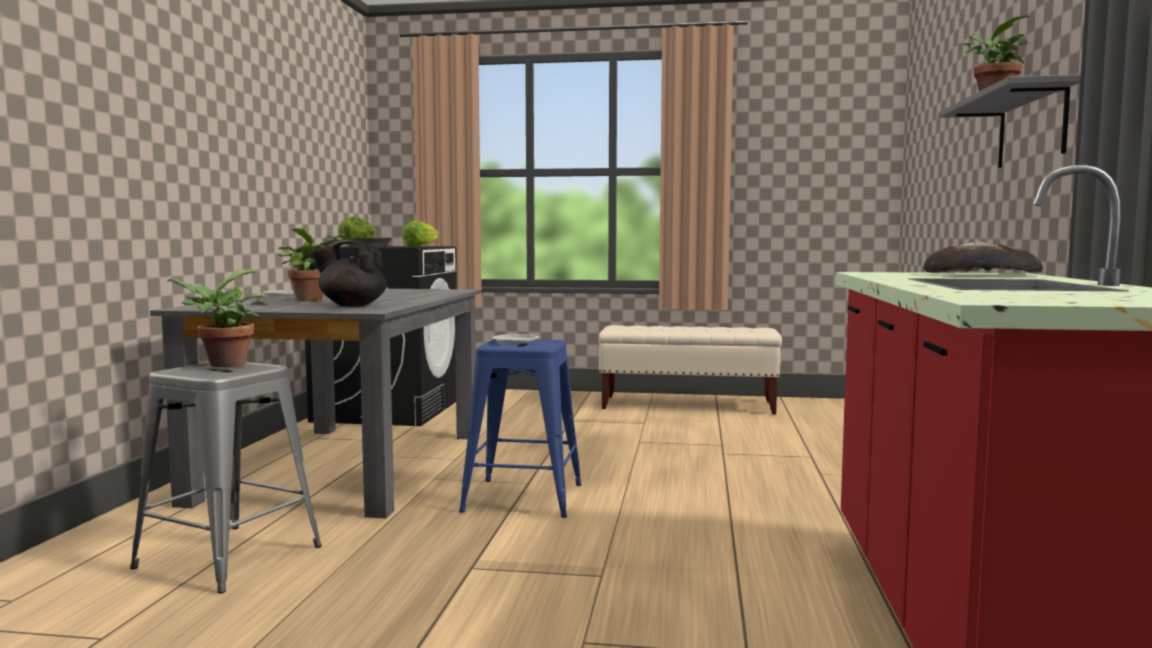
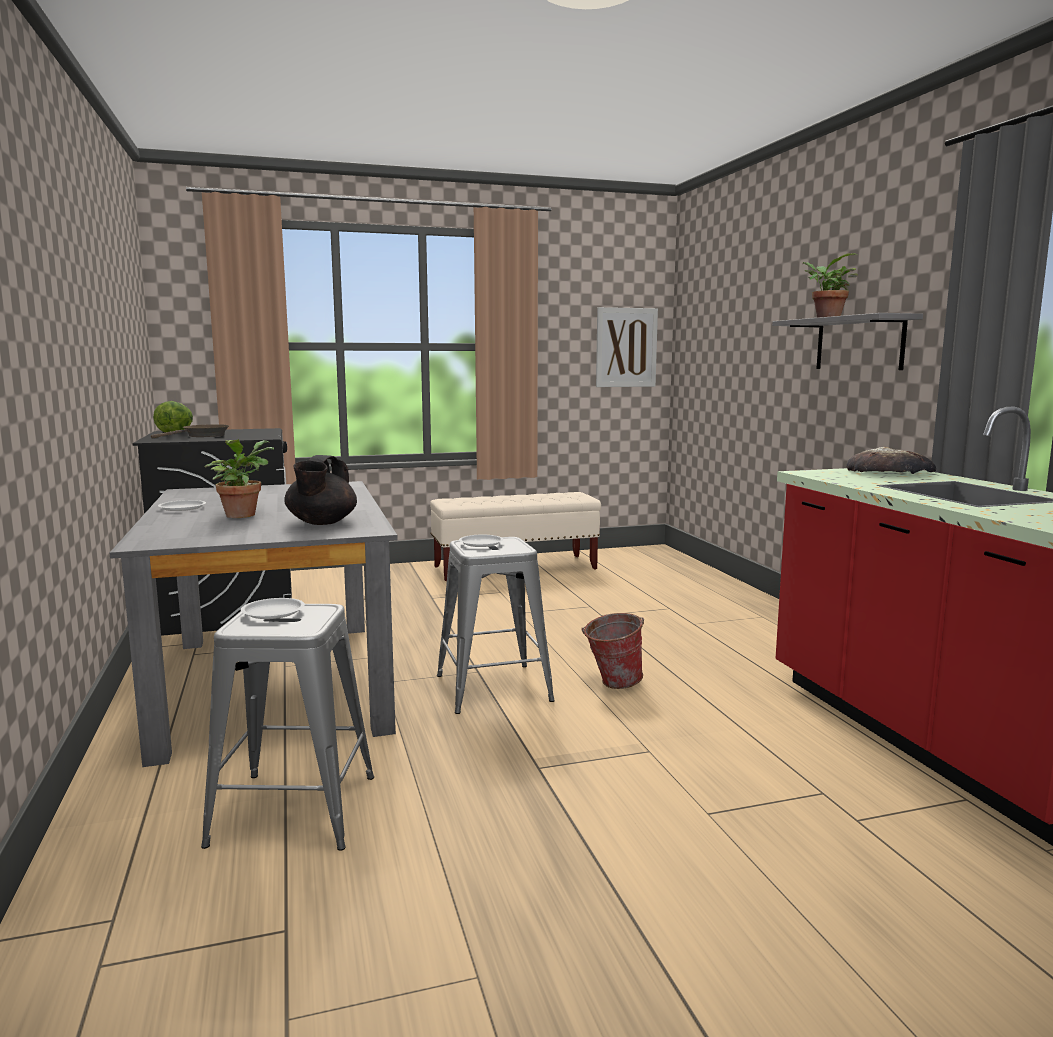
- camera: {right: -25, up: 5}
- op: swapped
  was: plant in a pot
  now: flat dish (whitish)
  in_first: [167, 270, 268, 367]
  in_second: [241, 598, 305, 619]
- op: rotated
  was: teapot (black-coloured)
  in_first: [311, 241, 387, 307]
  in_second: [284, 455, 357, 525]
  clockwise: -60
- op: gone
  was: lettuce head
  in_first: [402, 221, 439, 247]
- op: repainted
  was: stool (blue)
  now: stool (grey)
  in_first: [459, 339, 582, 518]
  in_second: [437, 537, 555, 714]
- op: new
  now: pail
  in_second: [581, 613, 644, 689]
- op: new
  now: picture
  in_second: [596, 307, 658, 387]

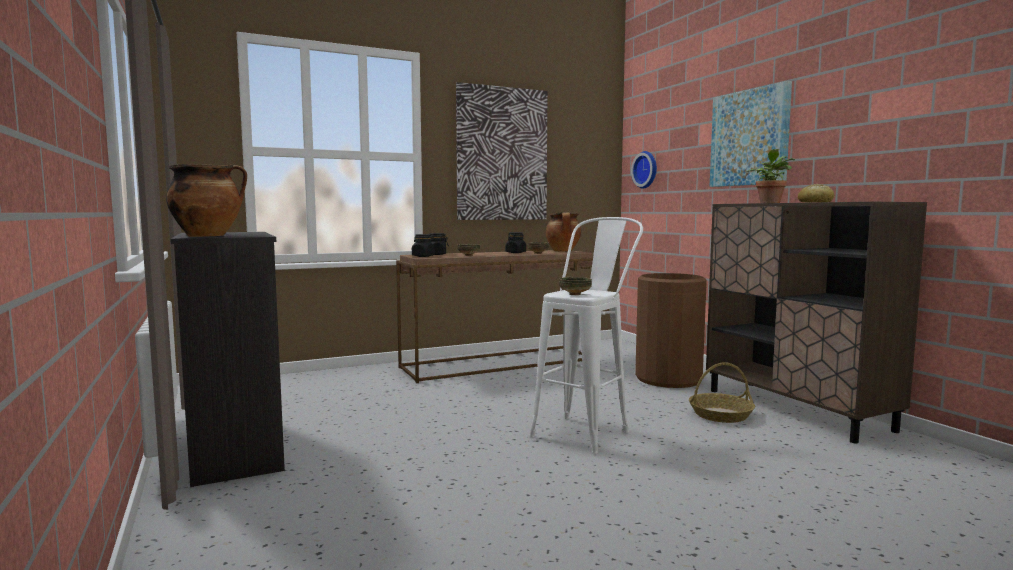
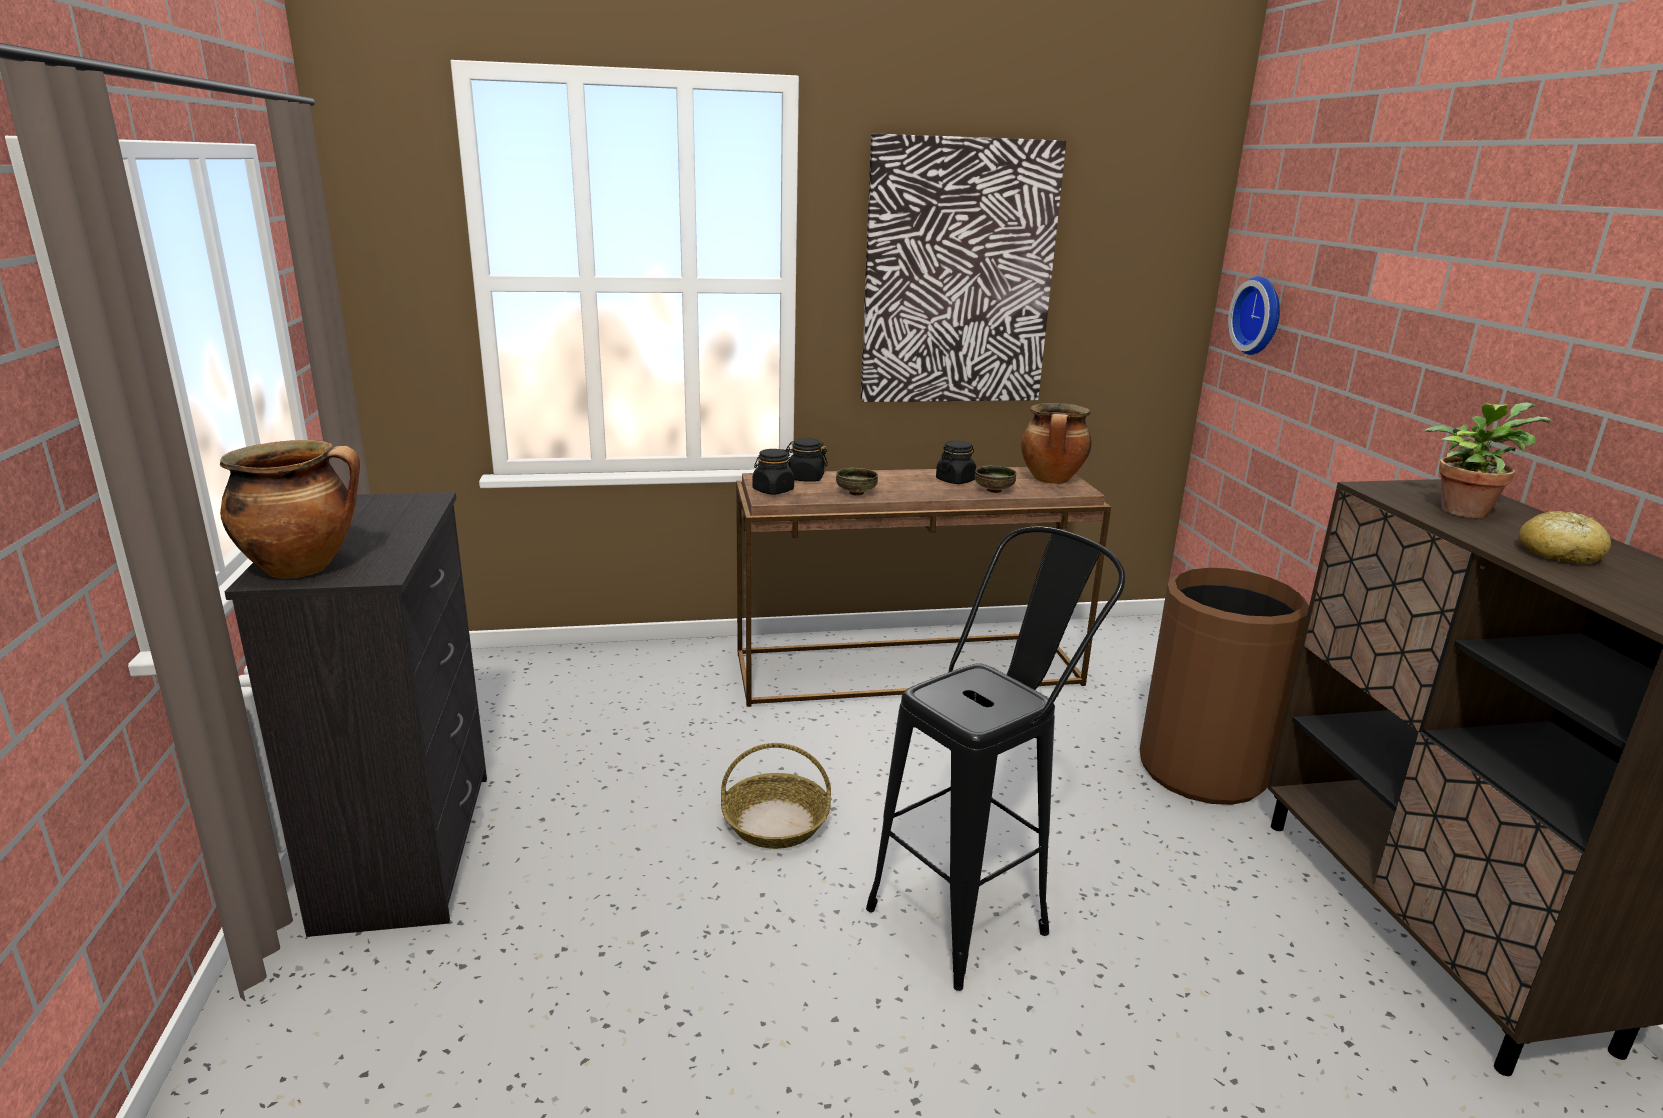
- camera: {right: 15, up: 15}
- op: repainted
  was: stool (whitish)
  now: stool (black-coloured)
  in_first: [530, 217, 643, 454]
  in_second: [866, 526, 1125, 991]
- op: gone
  was: bowl
  in_first: [559, 277, 592, 295]
- op: shifted
  was: household basket
  in_first: [689, 362, 755, 423]
  in_second: [721, 743, 831, 849]
- op: gone
  was: picture
  in_first: [710, 81, 792, 187]

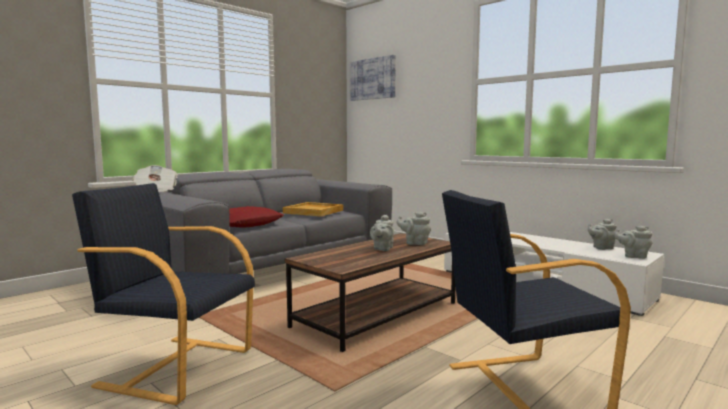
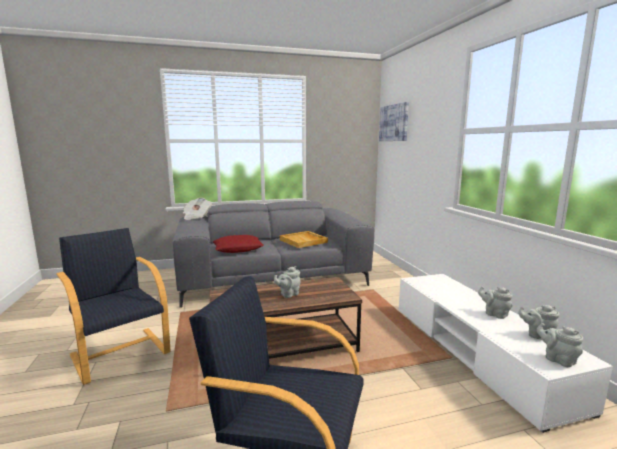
- camera: {right: 30, up: 5}
- op: shifted
  was: teapot (grey)
  in_first: [397, 212, 431, 245]
  in_second: [478, 287, 512, 319]

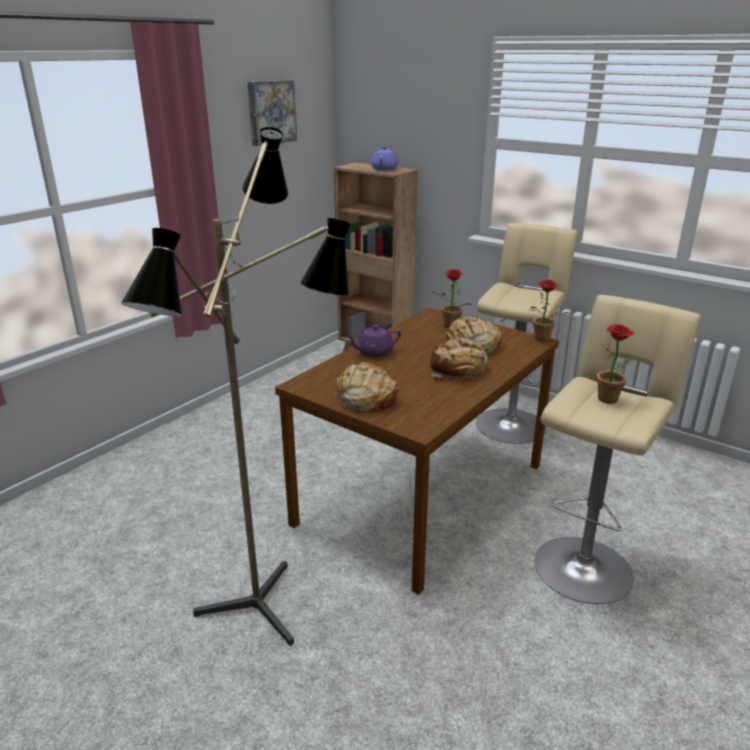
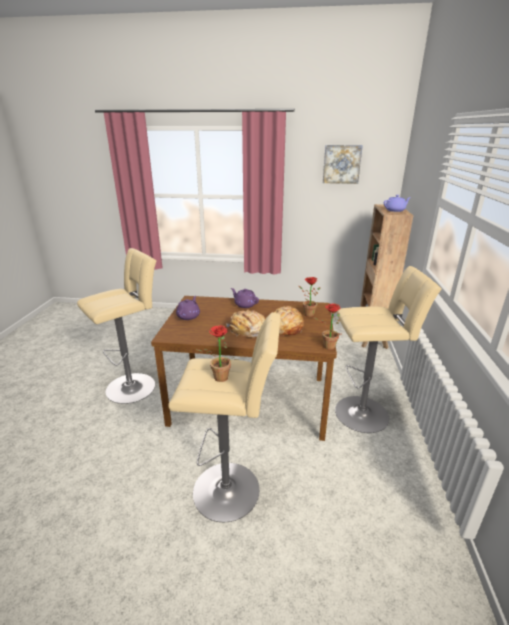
- camera: {right: 60, up: 0}
- op: swapped
  was: standard lamp
  now: stool (sand-coloured)
  in_first: [121, 127, 351, 646]
  in_second: [77, 248, 156, 404]
- op: swapped
  was: bakery bread
  now: teapot (purple-coloured)
  in_first: [335, 362, 399, 413]
  in_second: [176, 296, 200, 320]

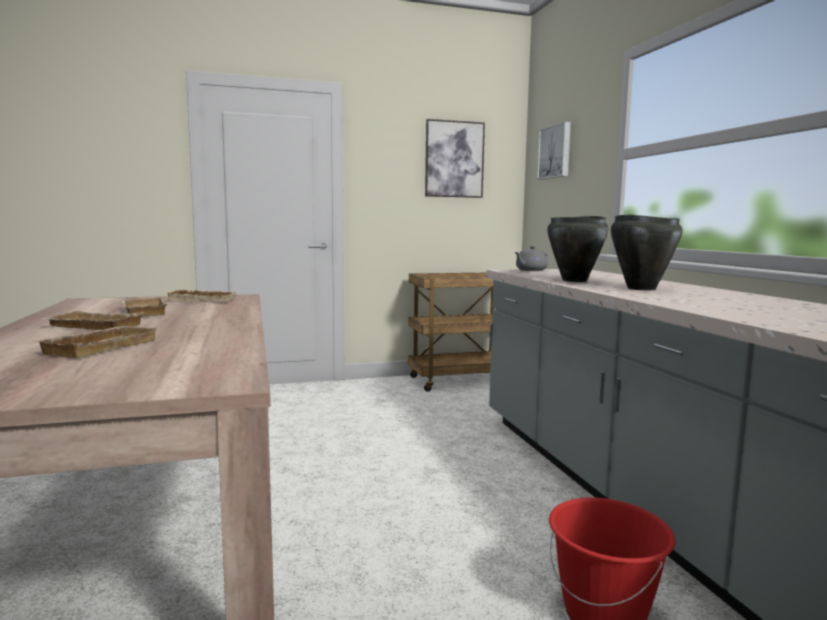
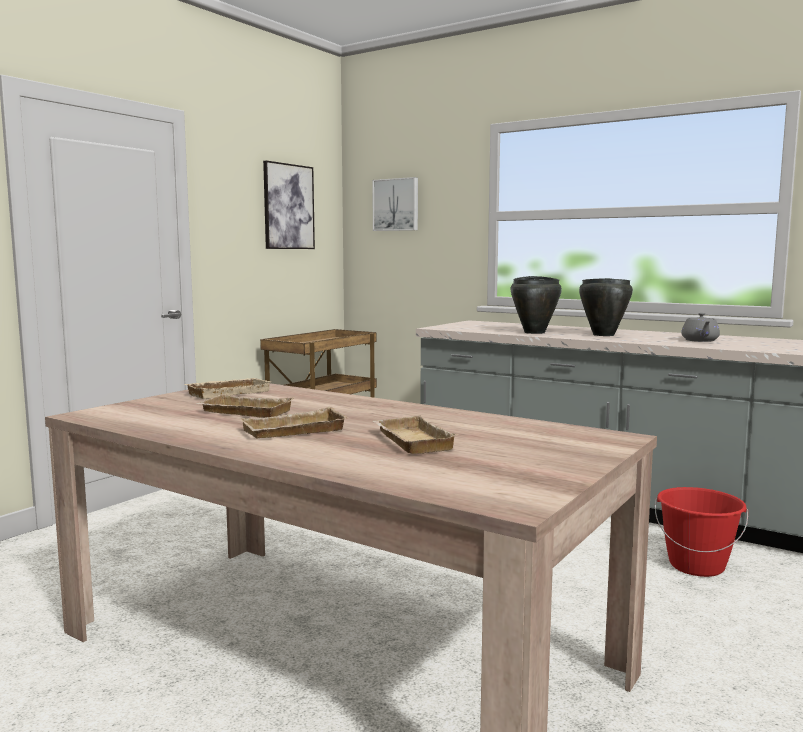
- camera: {right: -40, up: 0}
- op: shifted
  was: teapot (grey)
  in_first: [515, 246, 548, 271]
  in_second: [681, 313, 720, 342]

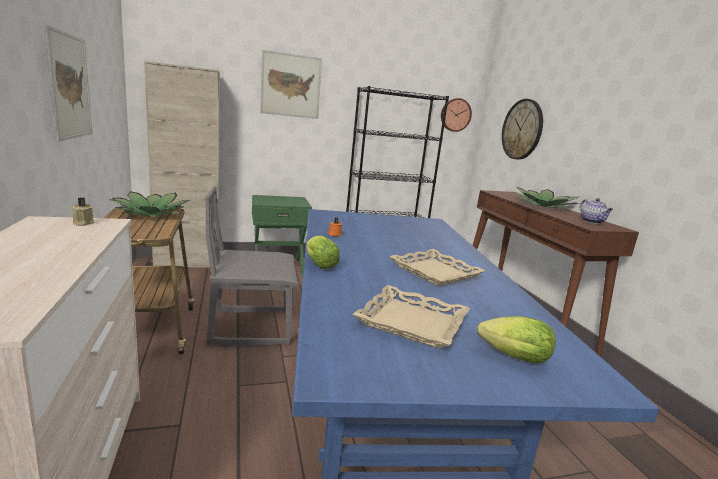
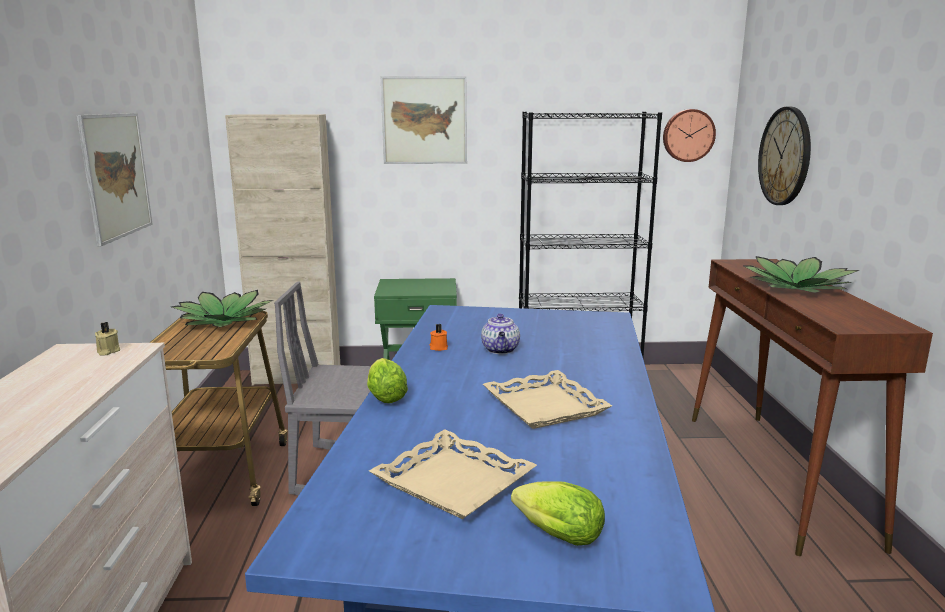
- camera: {right: 15, up: 0}
- op: shifted
  was: teapot
  in_first: [580, 198, 613, 224]
  in_second: [481, 313, 520, 354]

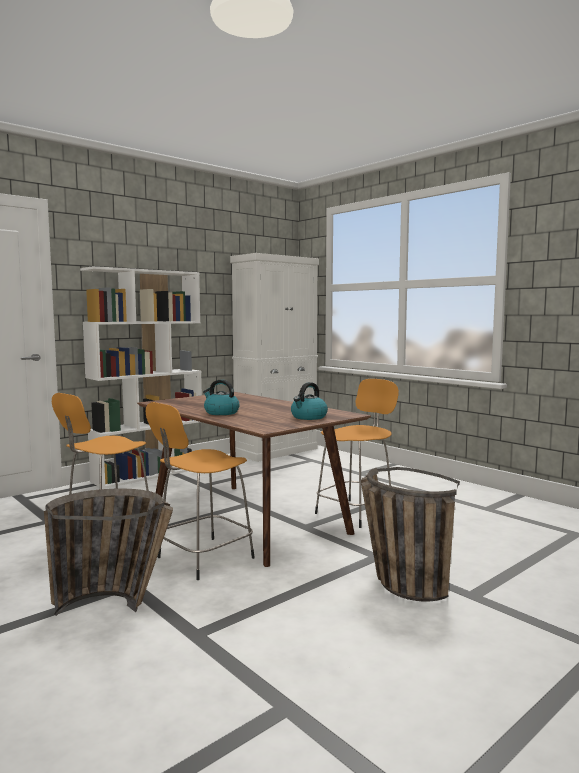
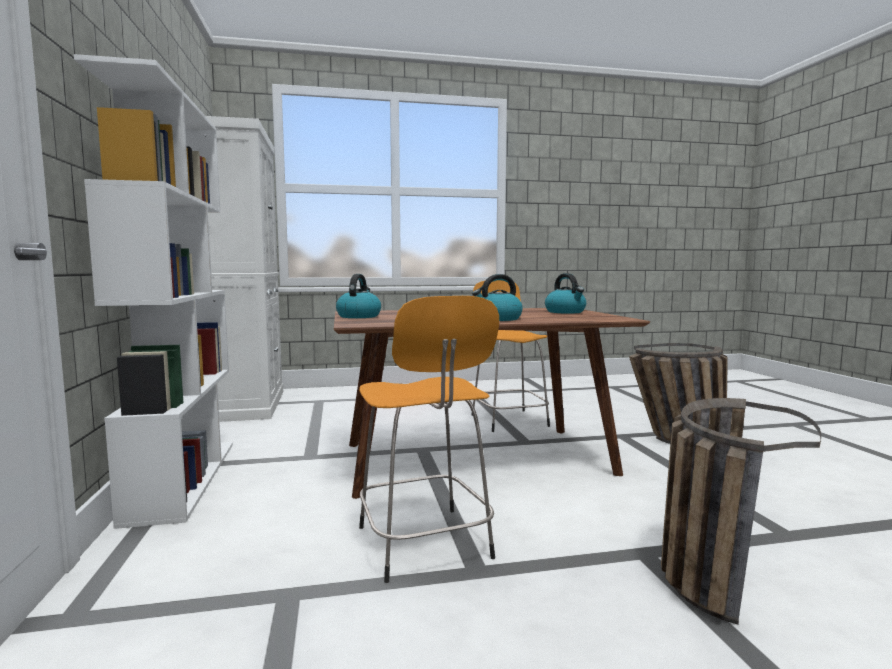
- camera: {right: -60, up: 0}
- op: gone
  was: stool (orange)
  in_first: [146, 402, 255, 580]
- op: new
  now: kettle
  in_second: [336, 274, 381, 318]

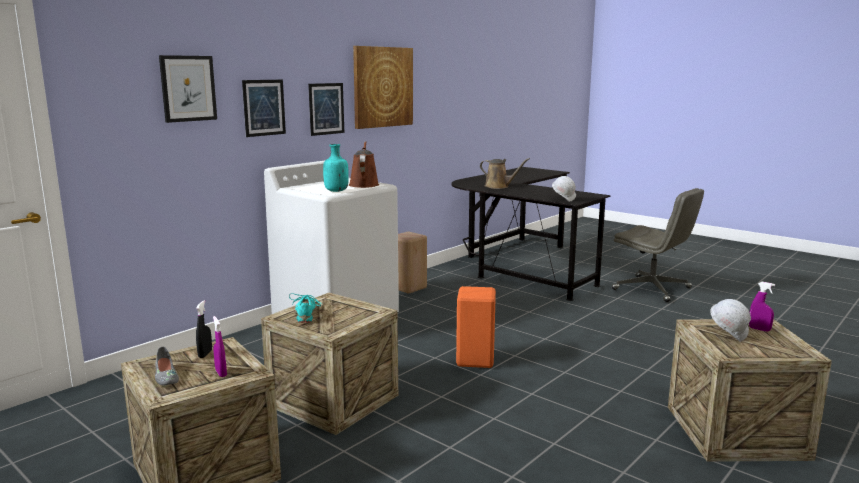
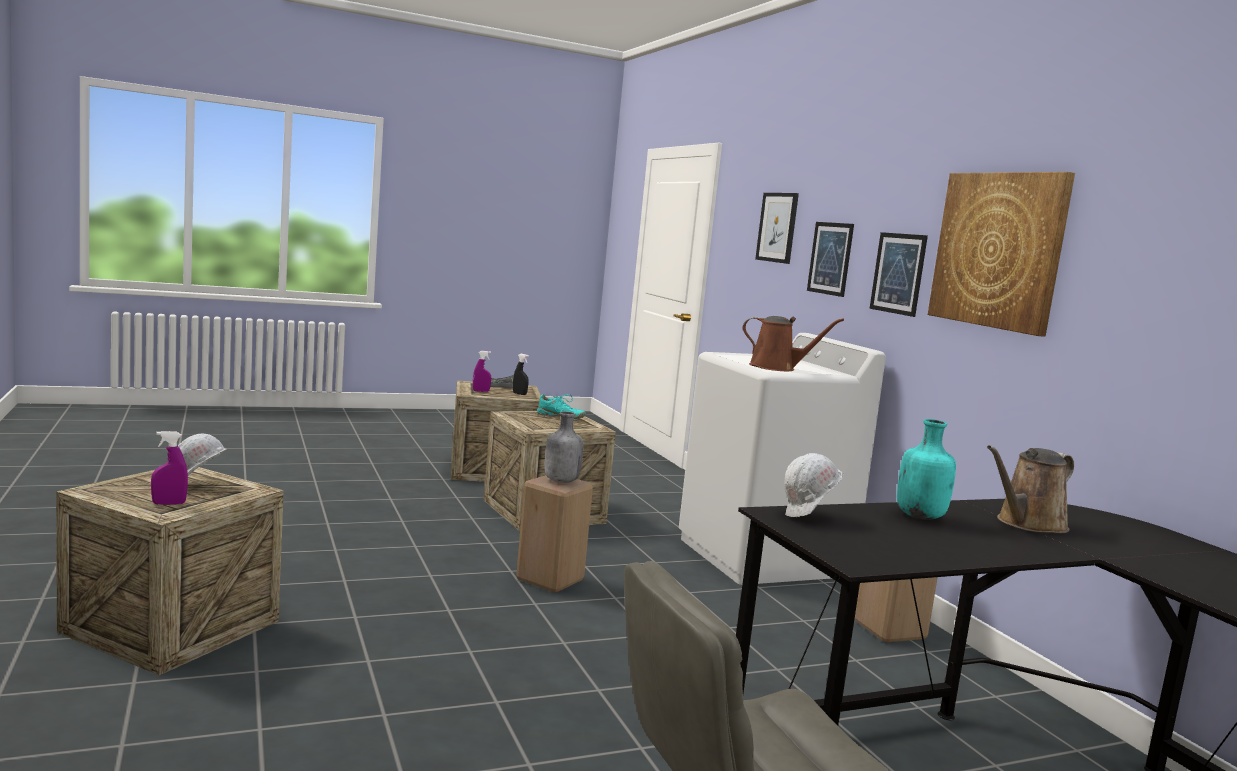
- camera: {right: 115, up: -5}
- op: shifted
  was: drink bottle (turquoise)
  in_first: [323, 144, 349, 192]
  in_second: [897, 419, 956, 520]
- op: repainted
  was: stool (orange)
  now: stool (sand-coloured)
  in_first: [456, 286, 496, 368]
  in_second: [516, 475, 593, 592]
- op: new
  now: drink bottle (grey)
  in_second: [545, 411, 583, 483]

